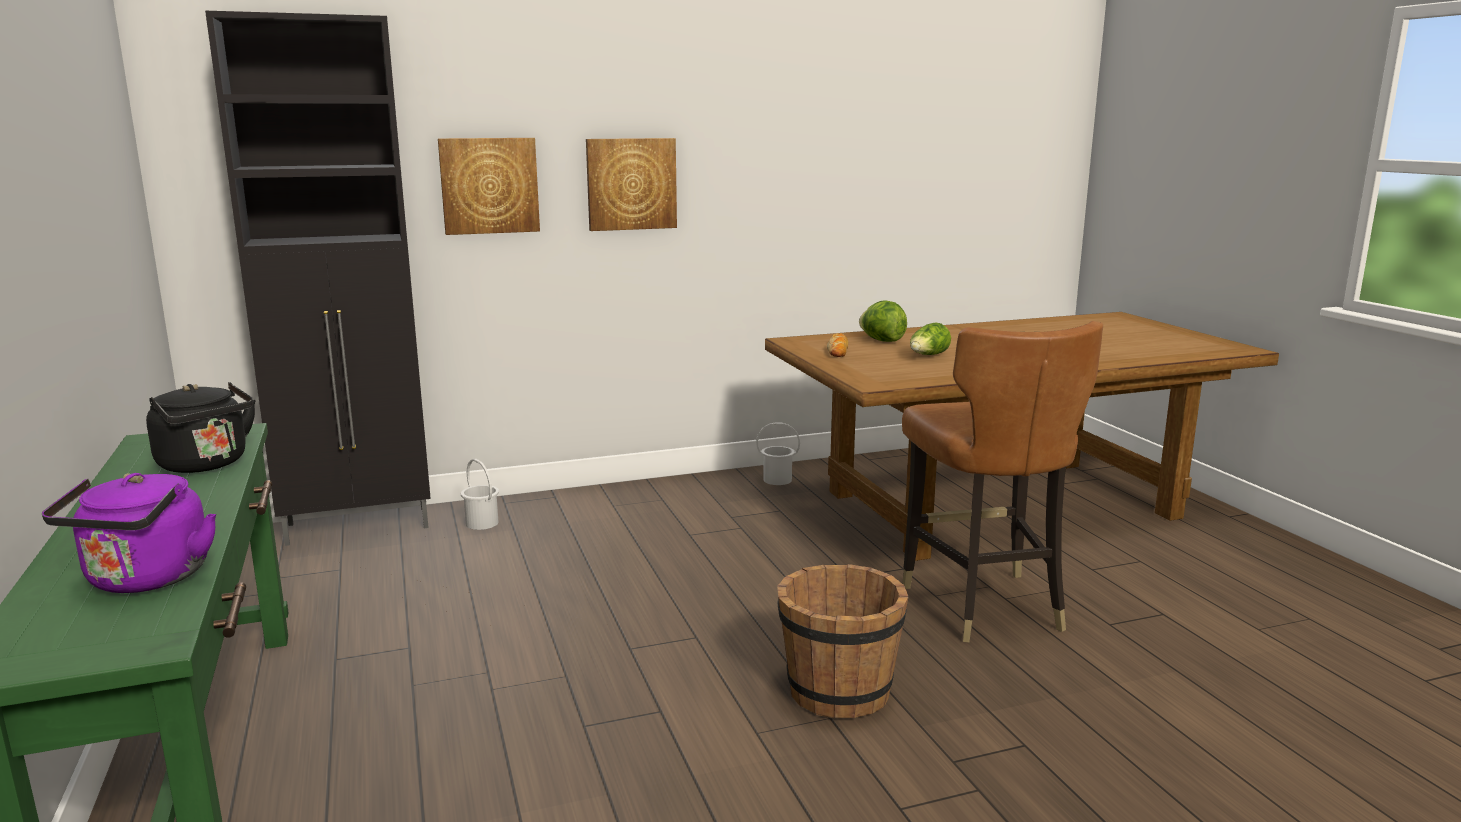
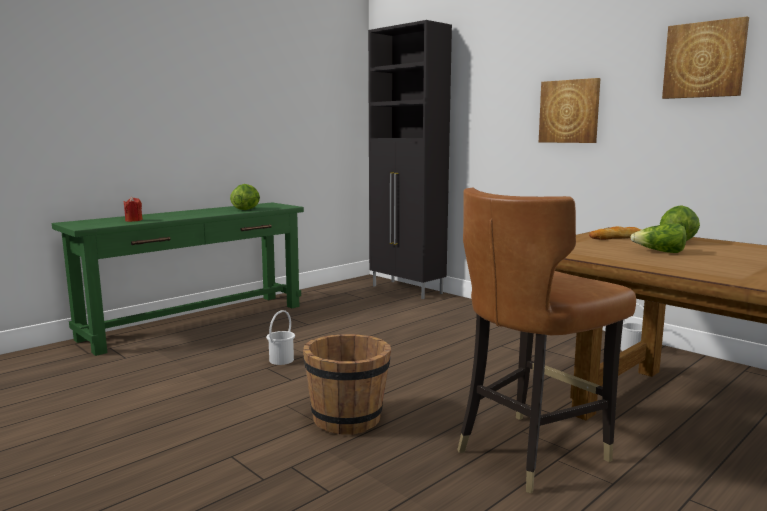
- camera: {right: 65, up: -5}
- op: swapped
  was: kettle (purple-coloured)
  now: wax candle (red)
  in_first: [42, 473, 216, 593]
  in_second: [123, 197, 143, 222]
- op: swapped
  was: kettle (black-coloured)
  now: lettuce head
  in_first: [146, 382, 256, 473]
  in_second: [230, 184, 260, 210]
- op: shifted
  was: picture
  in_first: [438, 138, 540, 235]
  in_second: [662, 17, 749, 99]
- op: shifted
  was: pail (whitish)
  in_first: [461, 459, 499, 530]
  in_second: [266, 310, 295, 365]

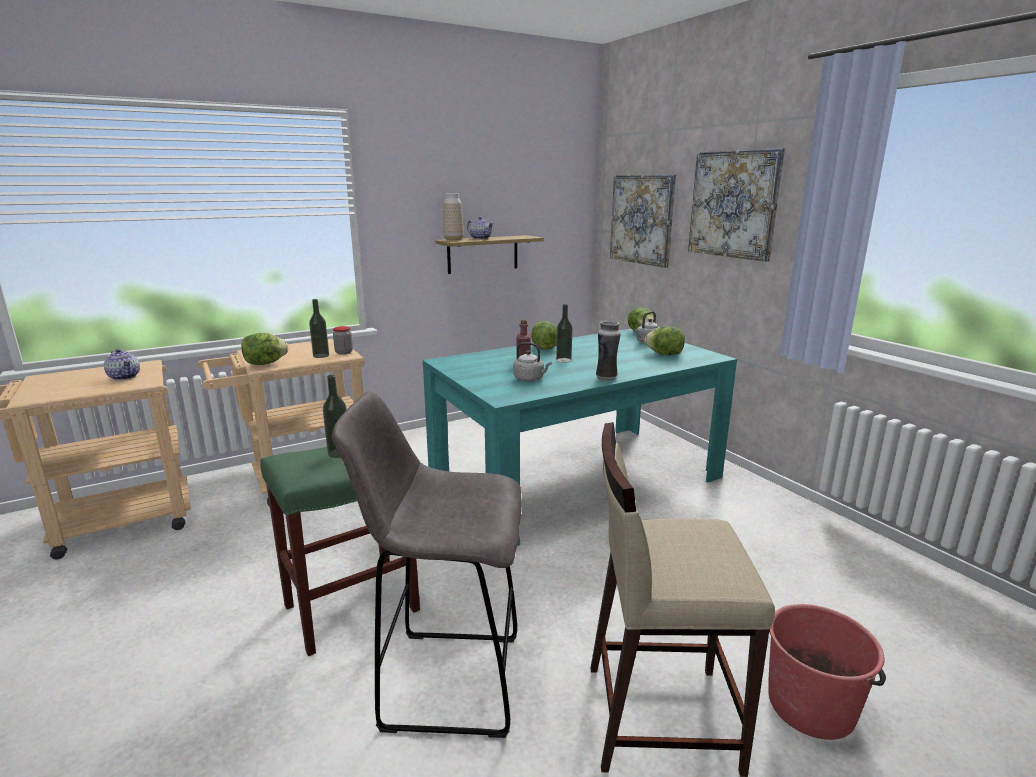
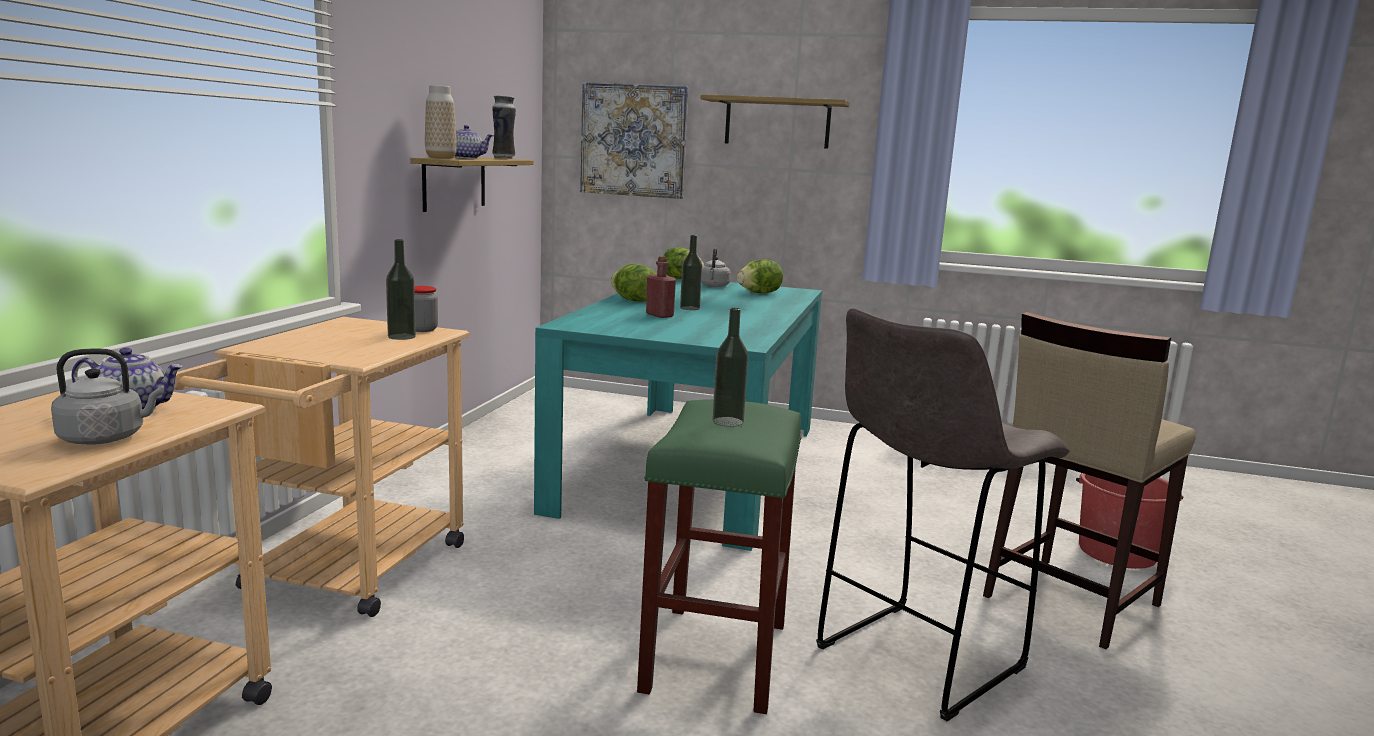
- camera: {right: -45, up: -5}
- op: gone
  was: lettuce head
  in_first: [242, 333, 288, 365]
- op: shifted
  was: kettle (grey)
  in_first: [513, 342, 552, 381]
  in_second: [51, 349, 164, 445]
- op: shifted
  was: vase
  in_first: [596, 321, 621, 381]
  in_second: [492, 96, 516, 159]
- op: swapped
  was: picture
  now: wall shelf
  in_first: [688, 148, 785, 262]
  in_second: [700, 94, 849, 149]

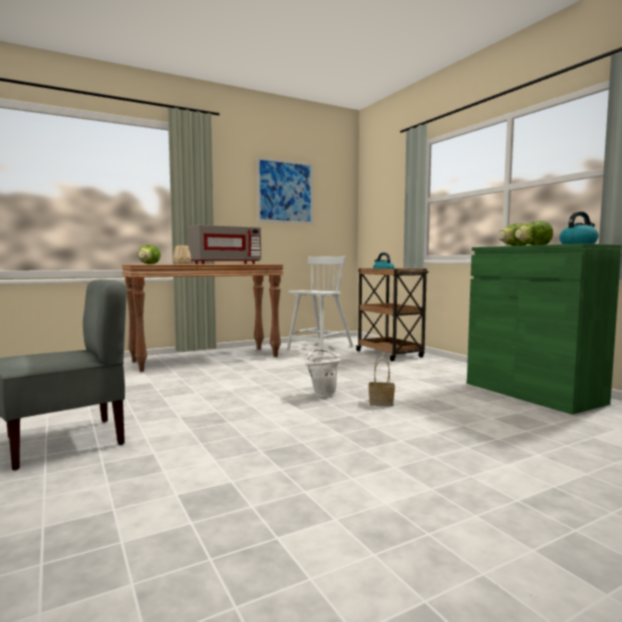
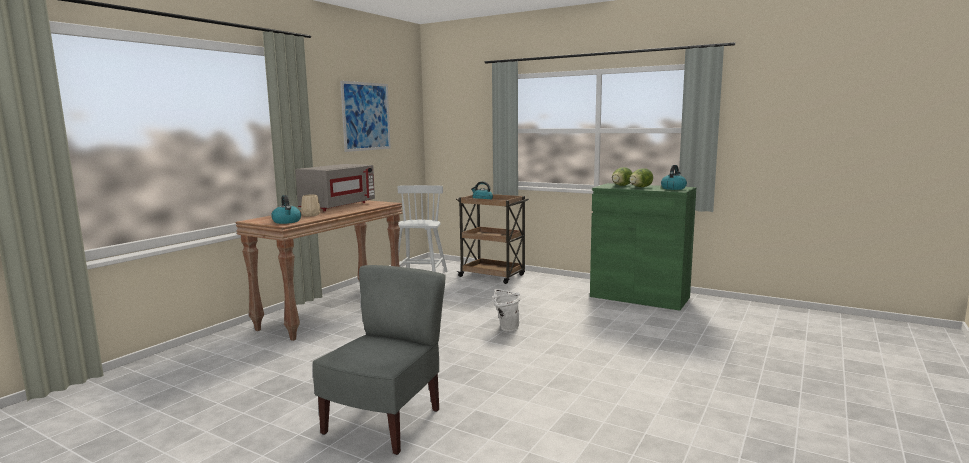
- camera: {right: -30, up: 5}
- op: swapped
  was: lettuce head
  now: kettle
  in_first: [137, 245, 161, 264]
  in_second: [271, 195, 301, 224]
- op: gone
  was: household basket
  in_first: [368, 354, 395, 406]

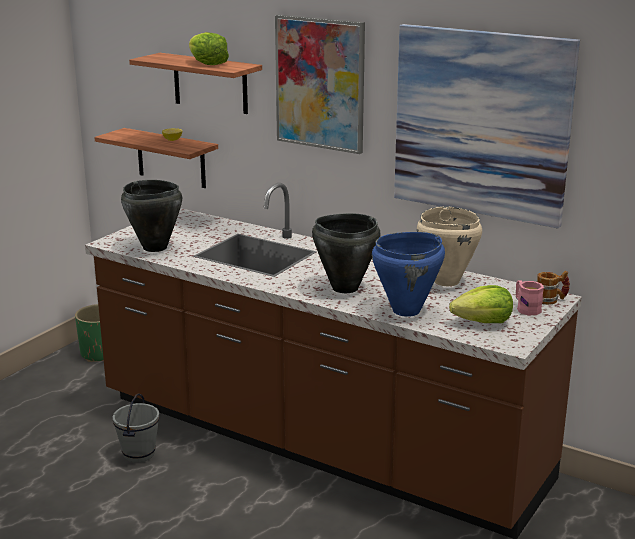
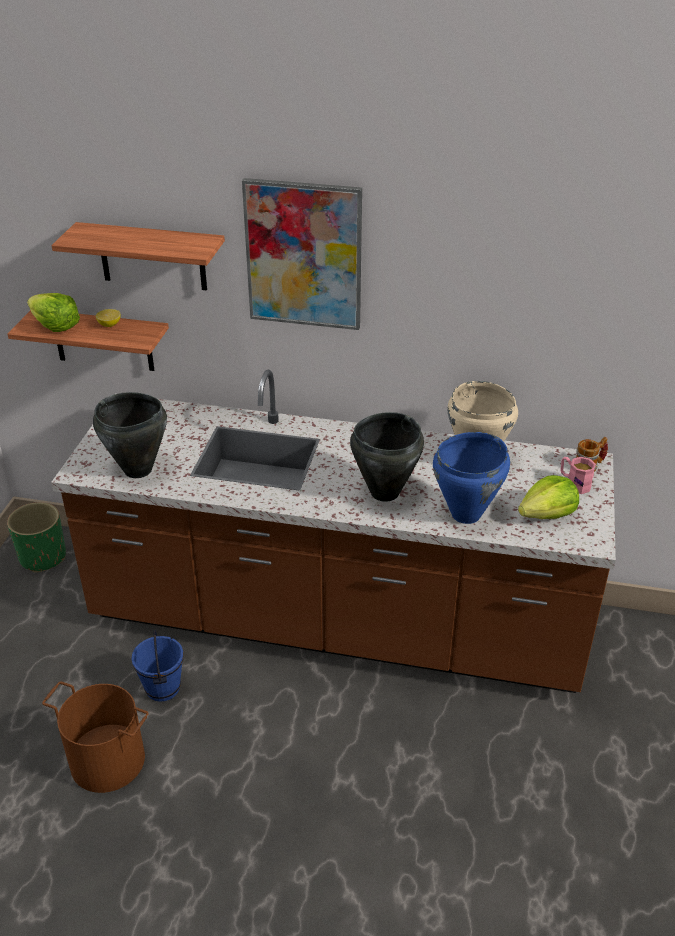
- camera: {right: -20, up: 15}
- op: repainted
  was: pail (grey)
  now: pail (blue)
  in_first: [112, 393, 160, 463]
  in_second: [131, 629, 184, 702]
- op: shifted
  was: lettuce head
  in_first: [189, 32, 229, 65]
  in_second: [27, 293, 80, 332]
- op: gone
  was: picture
  in_first: [394, 24, 580, 229]
- op: new
  now: pail (brown-coloured)
  in_second: [42, 682, 148, 793]

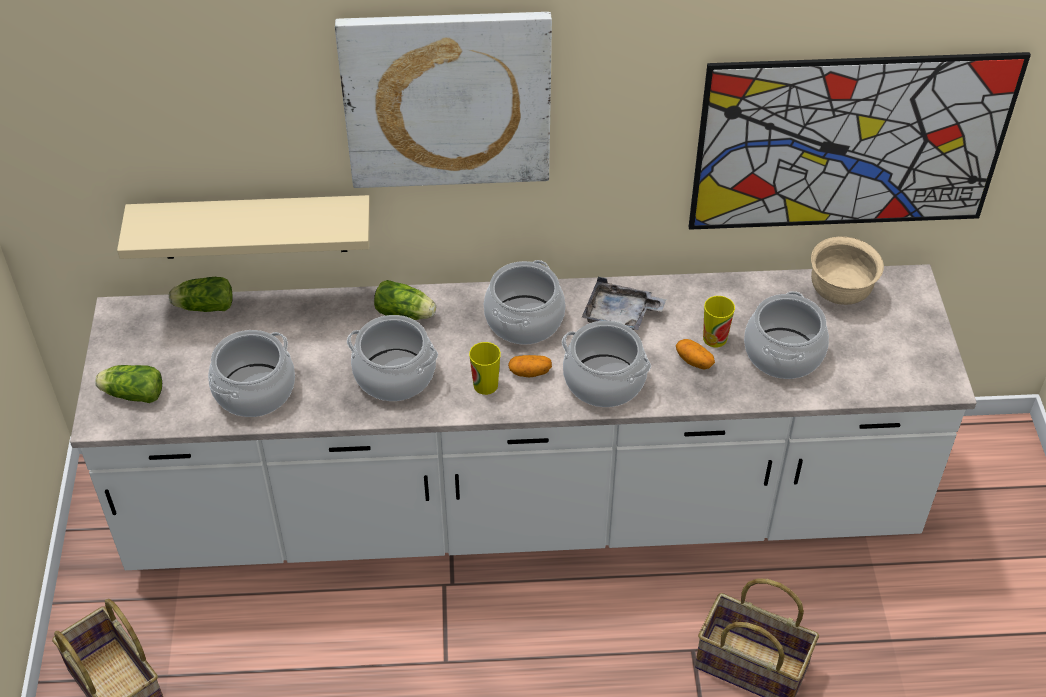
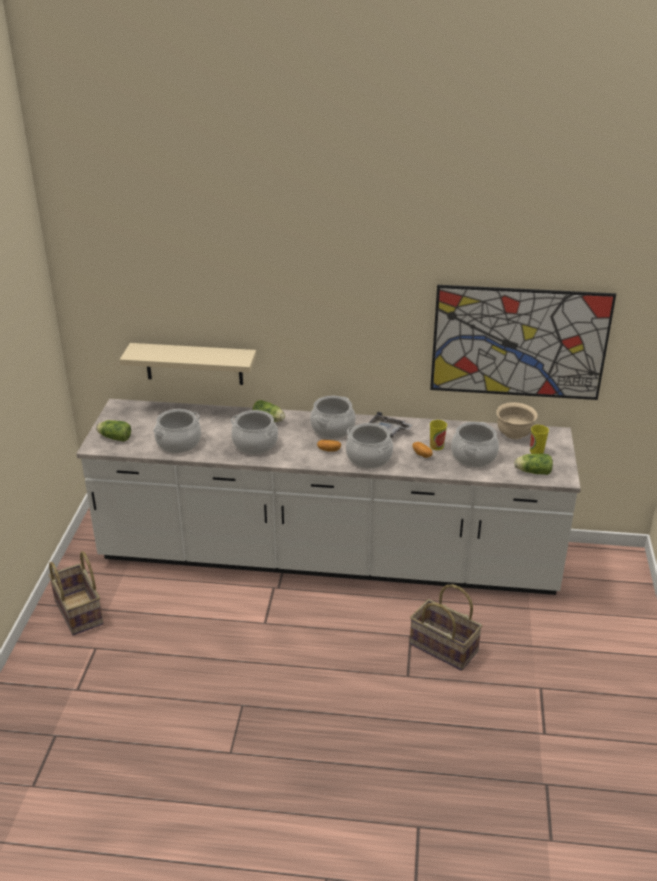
- camera: {right: 10, up: -15}
- op: shifted
  was: lettuce head
  in_first: [169, 277, 233, 312]
  in_second: [514, 454, 553, 475]
- op: gone
  was: picture
  in_first: [335, 12, 552, 188]
- op: shifted
  was: small cup
  in_first: [469, 342, 501, 395]
  in_second: [530, 425, 549, 454]

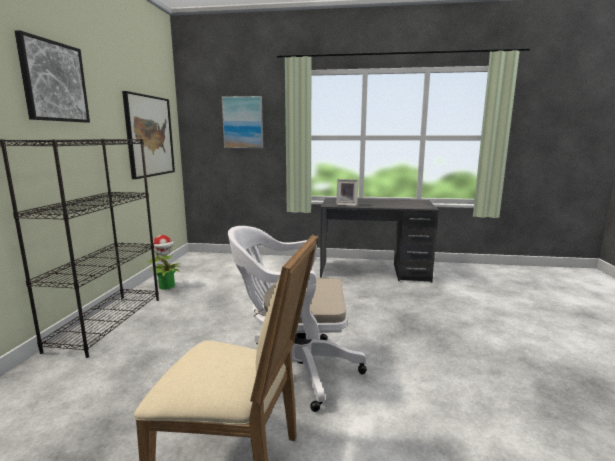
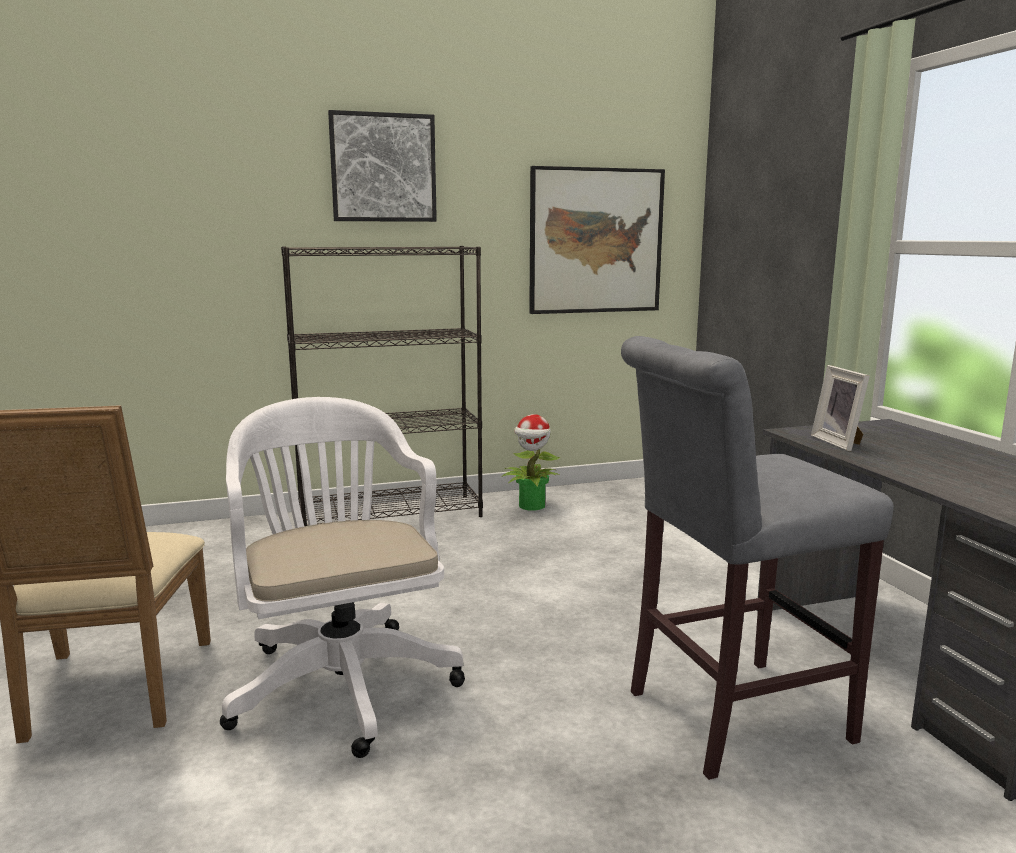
- camera: {right: 65, up: 0}
- op: gone
  was: picture
  in_first: [222, 96, 263, 148]
- op: new
  now: stool (grey)
  in_second: [621, 336, 894, 780]

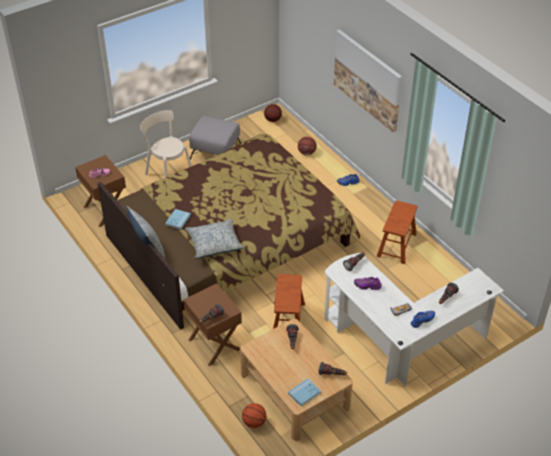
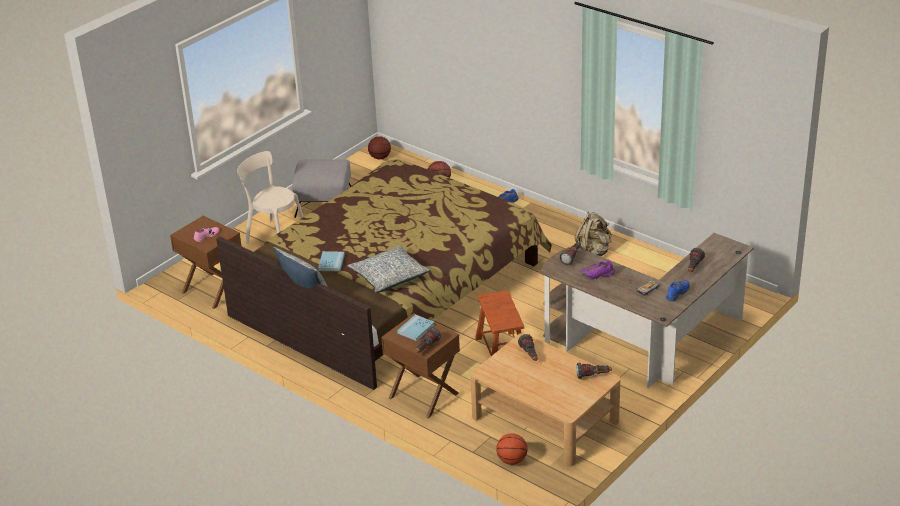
- camera: {right: -15, up: -10}
- op: shifted
  was: bound book (blue)
  in_first: [288, 379, 321, 406]
  in_second: [397, 315, 435, 341]
- op: repainted
  was: desk unit (whitish)
  now: desk unit (brown-coloured)
  in_first: [324, 253, 504, 387]
  in_second: [540, 233, 754, 388]
- op: gone
  was: picture
  in_first: [334, 30, 402, 132]
- op: swapped
  was: stool (brown-coloured)
  now: knapsack (sand-coloured)
  in_first: [376, 201, 418, 264]
  in_second: [575, 212, 611, 256]

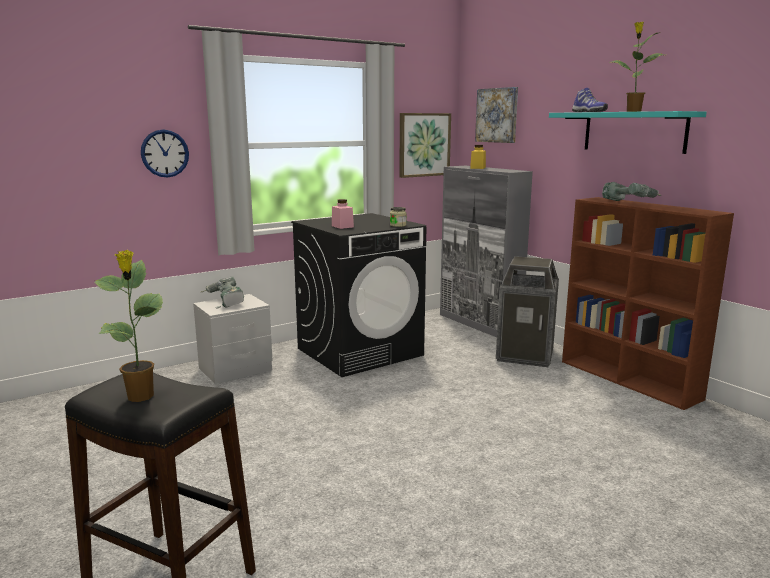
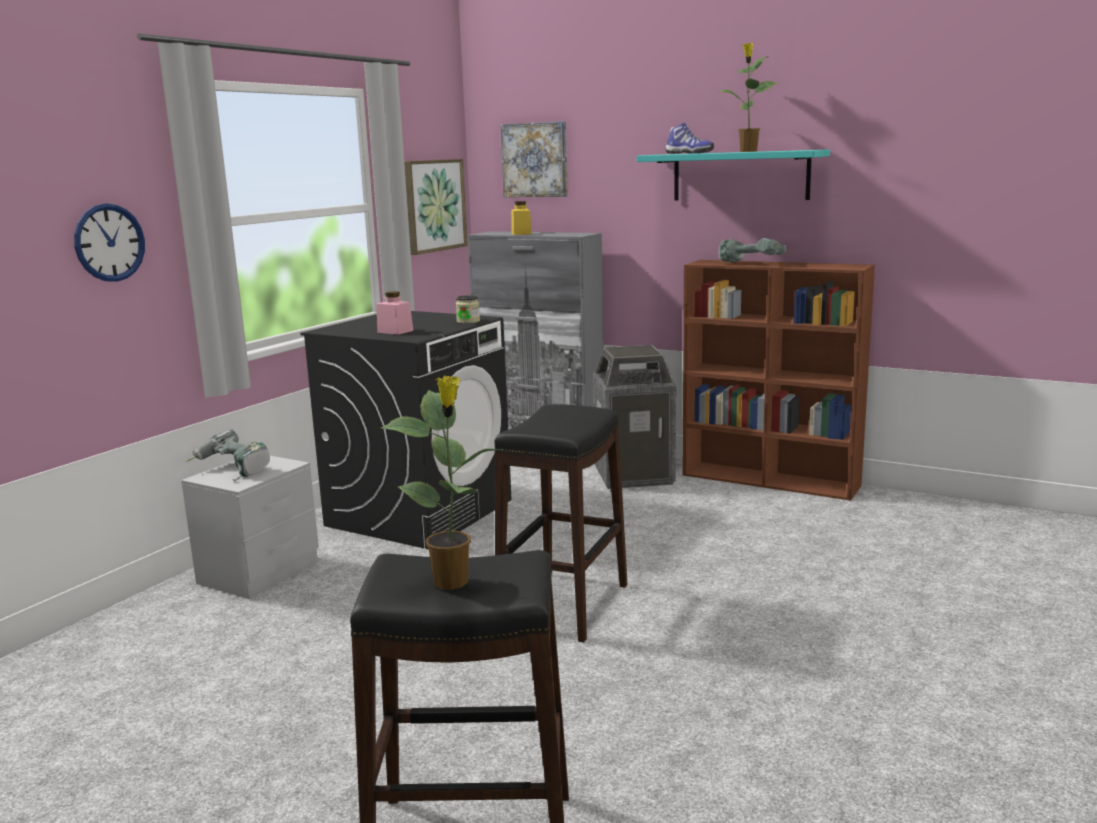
- camera: {right: -25, up: 0}
- op: new
  now: stool (black-coloured)
  in_second: [494, 404, 627, 643]

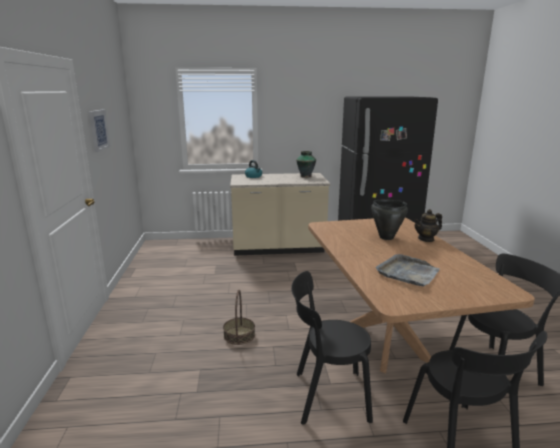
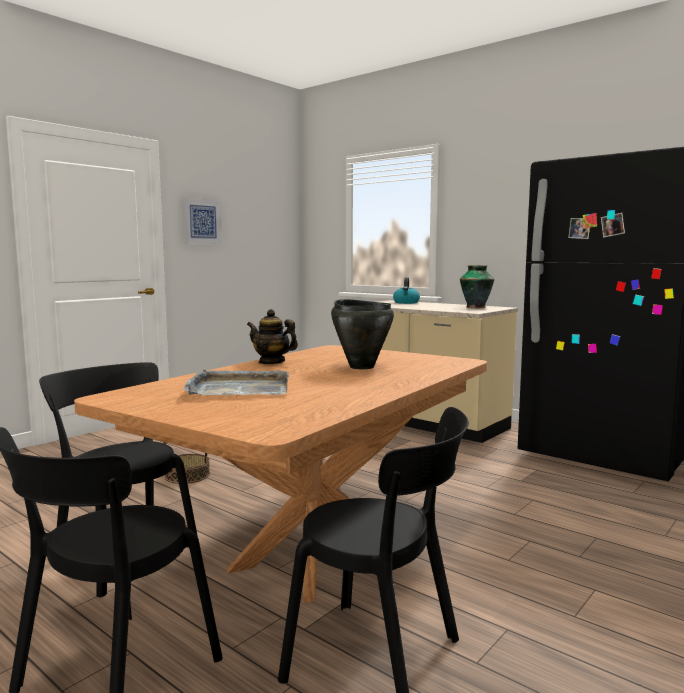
- camera: {right: 45, up: -10}
- op: shifted
  was: teapot
  in_first: [414, 209, 442, 242]
  in_second: [247, 309, 298, 364]

